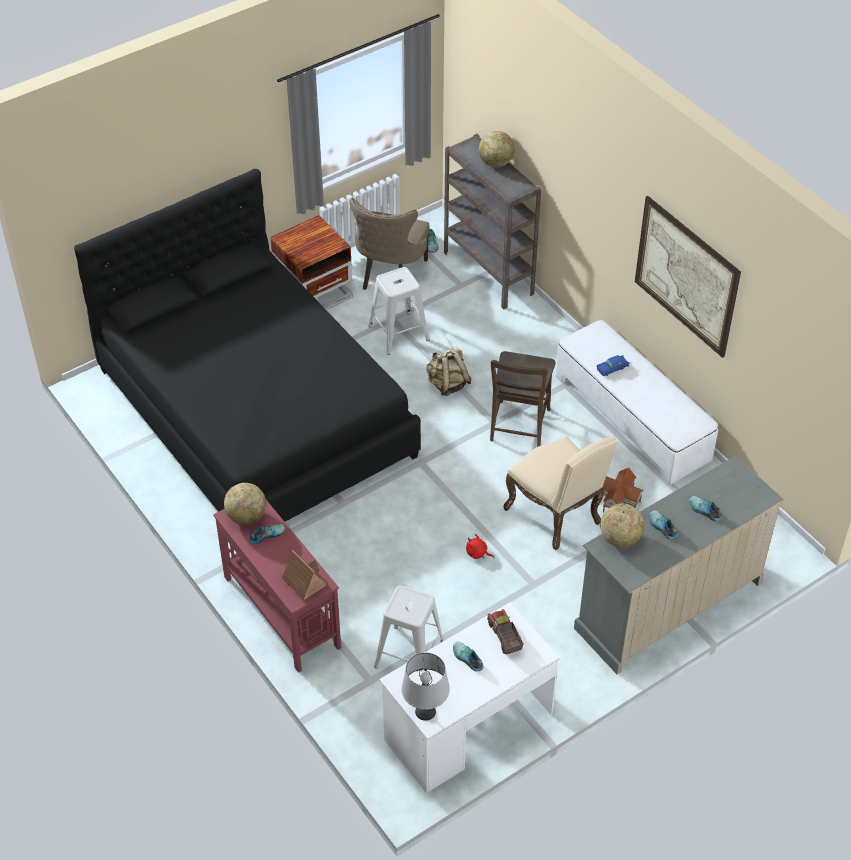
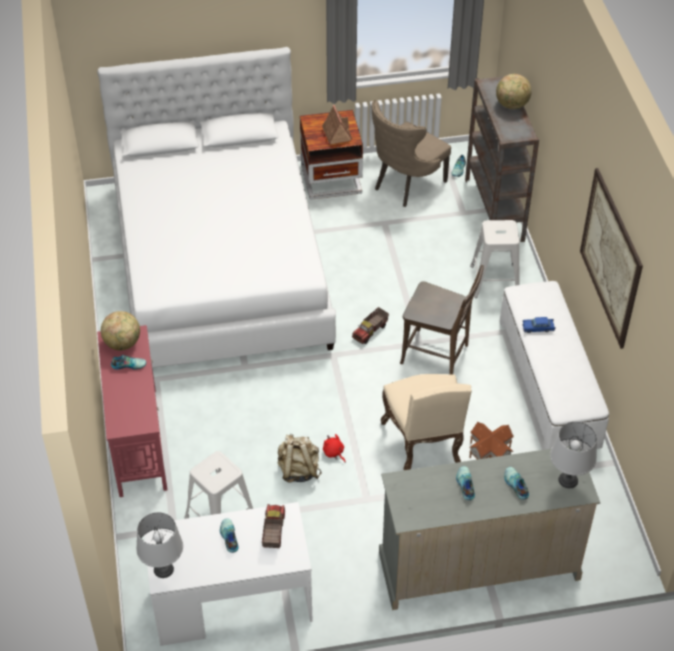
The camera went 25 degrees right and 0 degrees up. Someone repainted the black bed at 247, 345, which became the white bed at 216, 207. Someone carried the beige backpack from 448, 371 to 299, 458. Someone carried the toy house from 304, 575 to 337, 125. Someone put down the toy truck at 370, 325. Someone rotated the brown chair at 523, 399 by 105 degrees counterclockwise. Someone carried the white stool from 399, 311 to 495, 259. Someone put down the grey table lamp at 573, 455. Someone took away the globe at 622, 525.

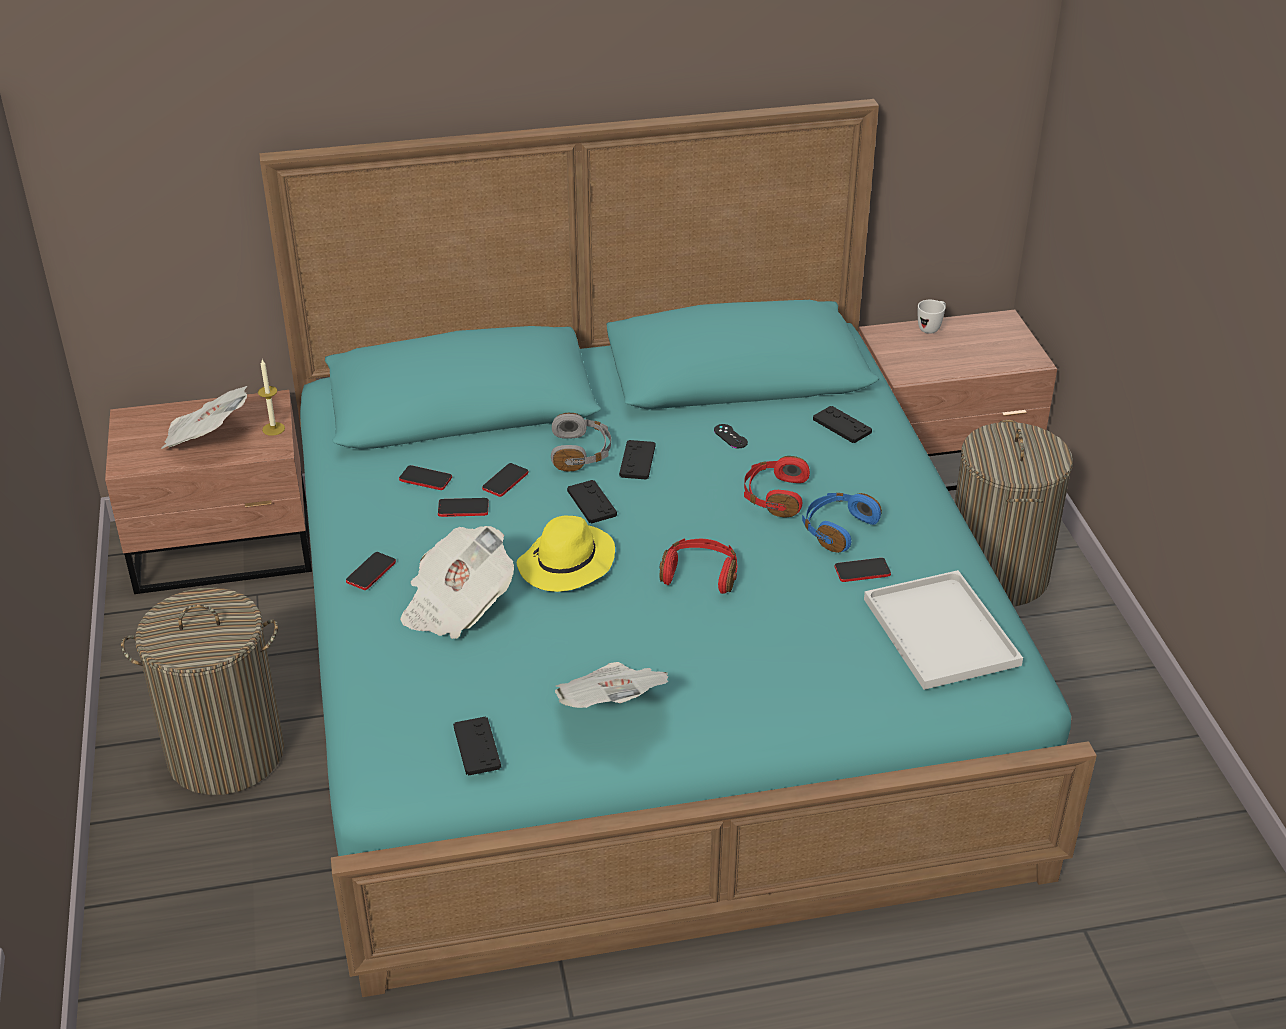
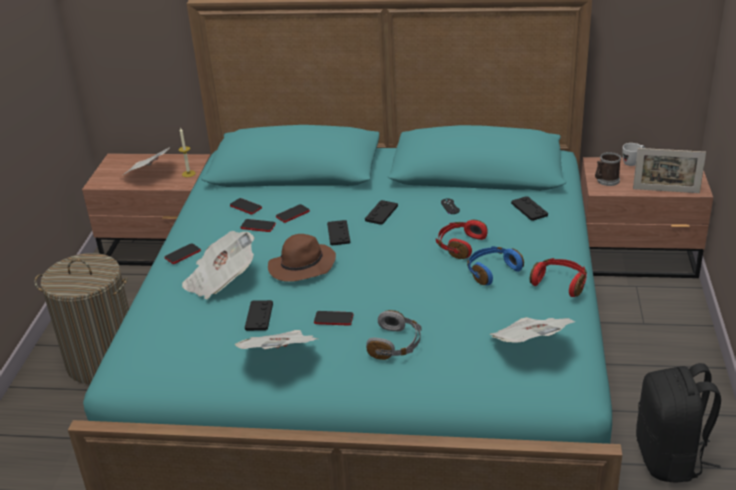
The camera went 20 degrees right and 5 degrees down. Someone carried the black game controller from 477, 746 to 259, 315. Someone repainted the yellow hat at 566, 553, which became the brown hat at 302, 258. Someone carried the phone from 863, 570 to 333, 318. Someone carried the grey headphones from 581, 442 to 394, 335. Someone swapped the white tray at 943, 630 for the newspaper at 532, 329. Someone carried the red headphones from 698, 566 to 558, 277. Someone put down the mug at 608, 169. Someone put down the picture frame at 669, 170. Someone put down the black backpack at 678, 423. Someone took away the laundry basket at 1014, 513.

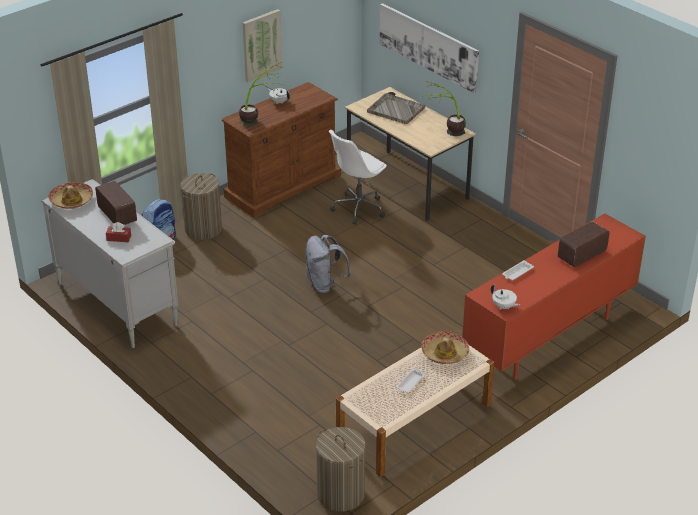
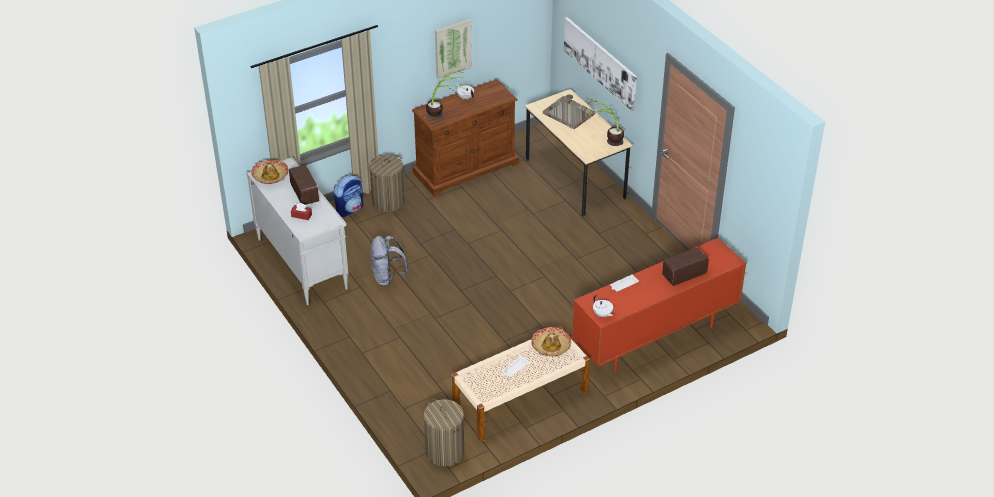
The camera went 10 degrees right and 5 degrees up. Someone carried the grey backpack from 328, 264 to 389, 261. Someone took away the white office chair at 358, 177.

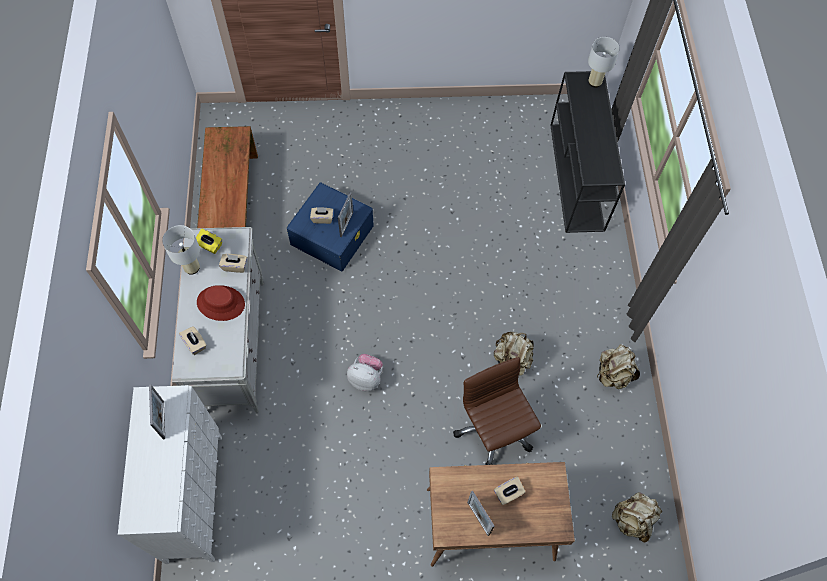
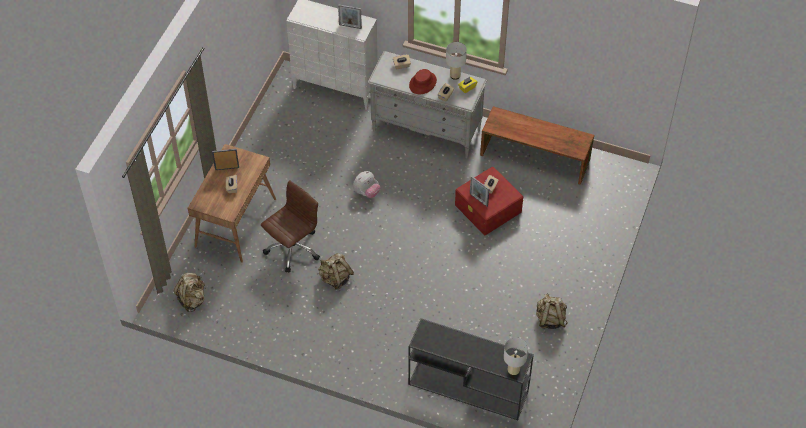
The camera went 115 degrees right and 10 degrees down. Someone rotated the brown office chair at 497, 411 by 45 degrees counterclockwise. Someone repainted the blue storage box at 330, 226, which became the red storage box at 489, 201. Someone carried the beige backpack from 618, 366 to 551, 311.

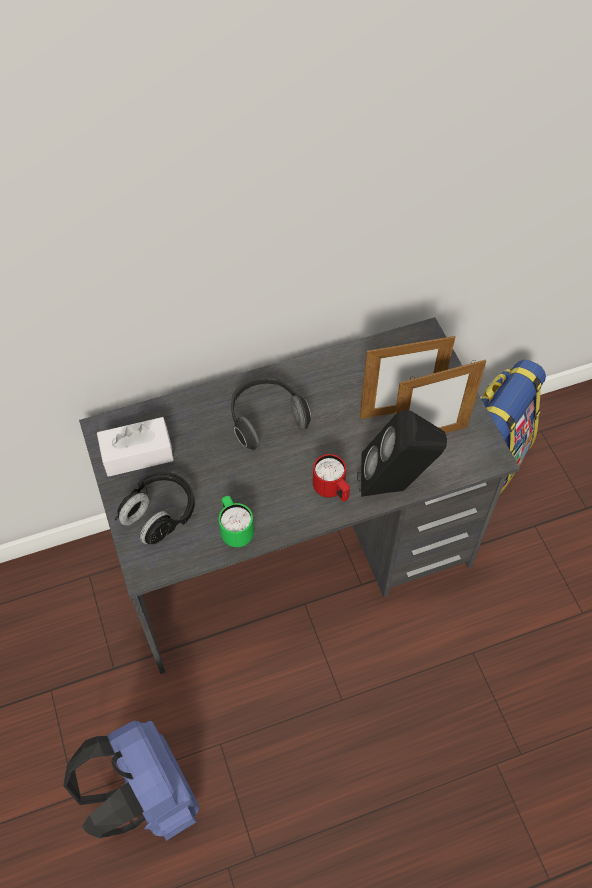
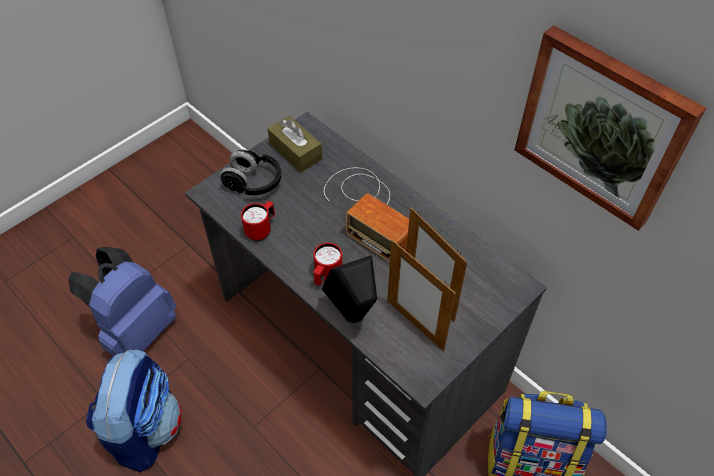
The camera went 65 degrees right and 5 degrees down. Someone put down the backpack at 134, 410. Someone repainted the green mug at 236, 521, which became the red mug at 258, 221. Someone repainted the white tissue box at 135, 447, which became the brown tissue box at 295, 144. Someone swapped the headphones at 271, 413 for the radio at 366, 214. Someone put up the picture at 610, 128.

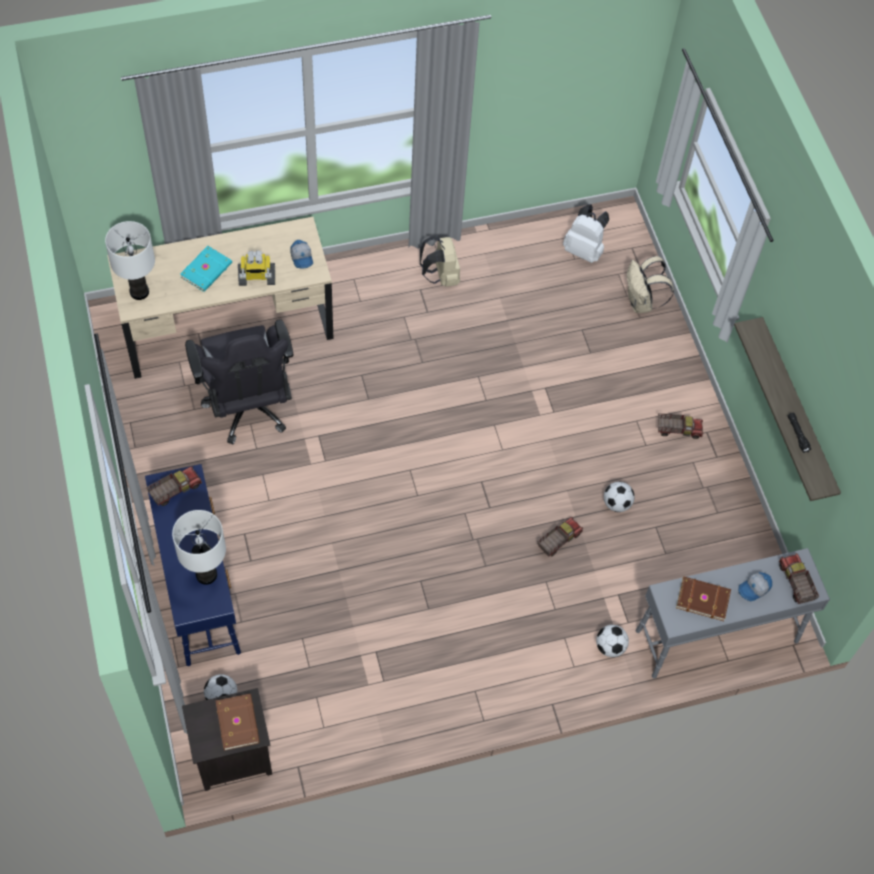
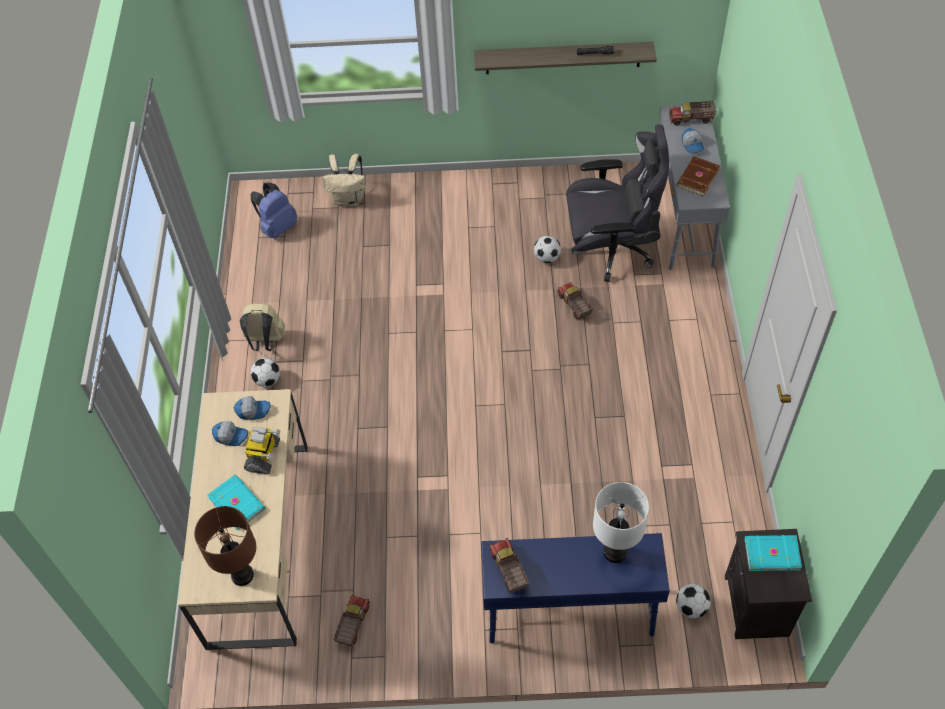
The camera went 70 degrees left and 5 degrees down. Someone repainted the white table lamp at 130, 260, which became the brown table lamp at 225, 546. Someone put down the cap at 230, 433. Someone repainted the white backpack at 586, 233, which became the blue backpack at 274, 210. Someone carried the football from 612, 641 to 265, 372. Someone carried the toy truck from 680, 426 to 351, 621. Someone carried the black office chair from 239, 381 to 617, 203. Someone repainted the brown book at 238, 722, which became the turquoise book at 773, 553.

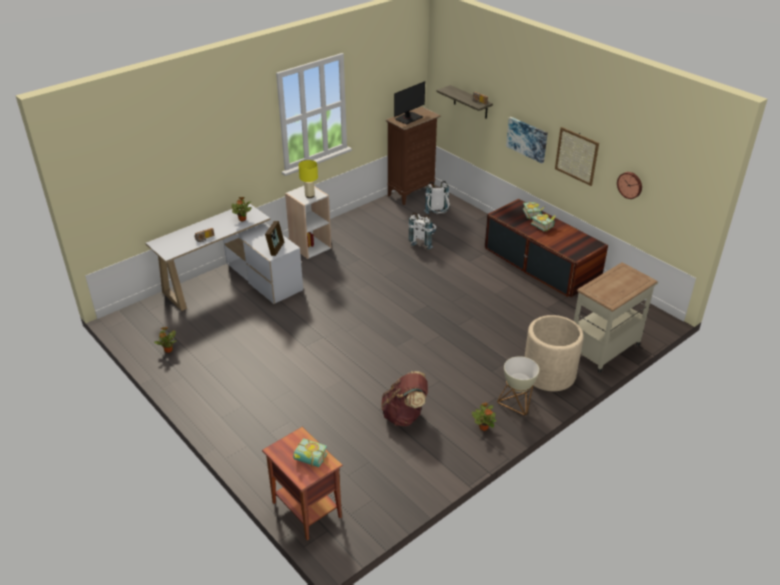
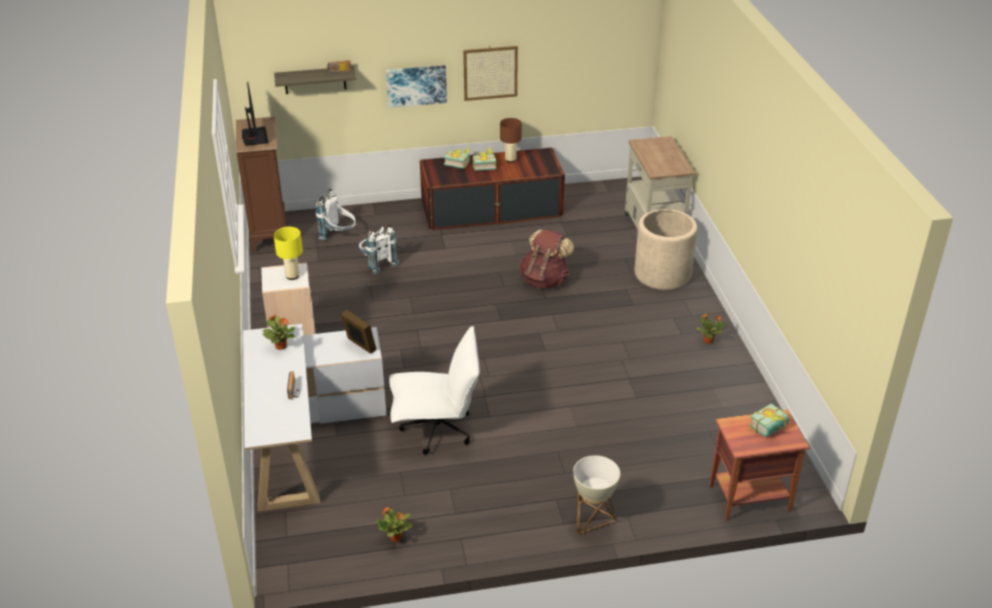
The camera went 60 degrees left and 0 degrees up. Someone put down the white office chair at 434, 390. Someone put down the brown table lamp at 511, 140. Someone carried the brown backpack from 404, 398 to 547, 258. Someone carried the planter from 518, 385 to 596, 494. Someone took away the wall clock at 629, 185.

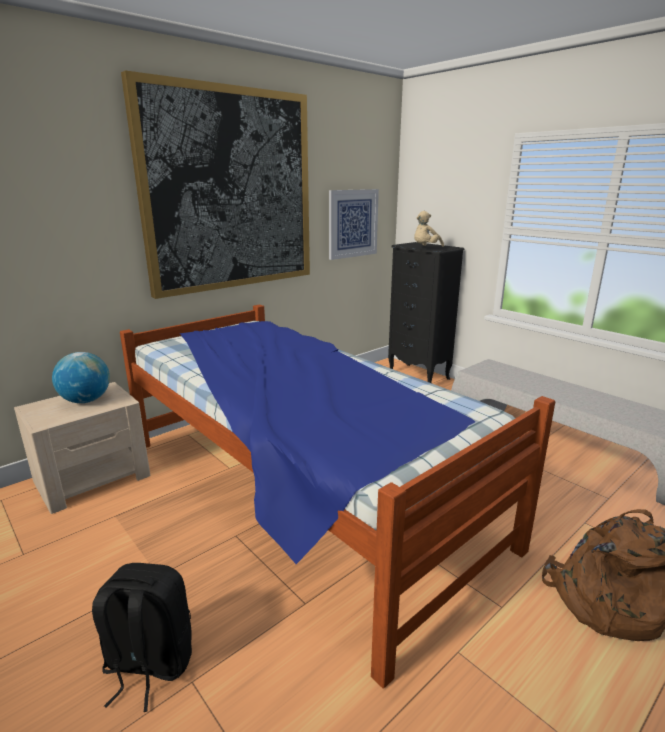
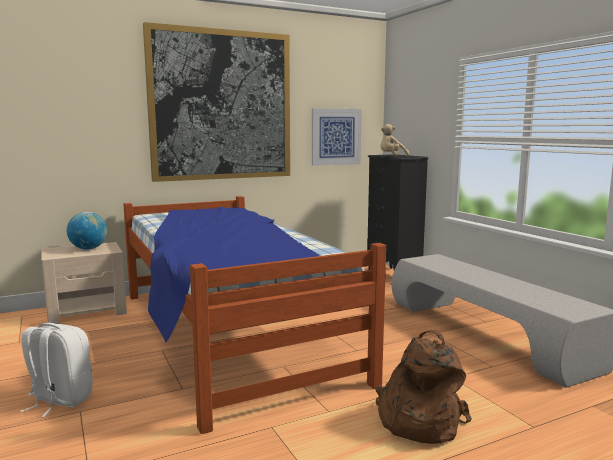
The camera went 15 degrees right and 10 degrees down. Someone repainted the black backpack at 142, 637, which became the white backpack at 57, 370.

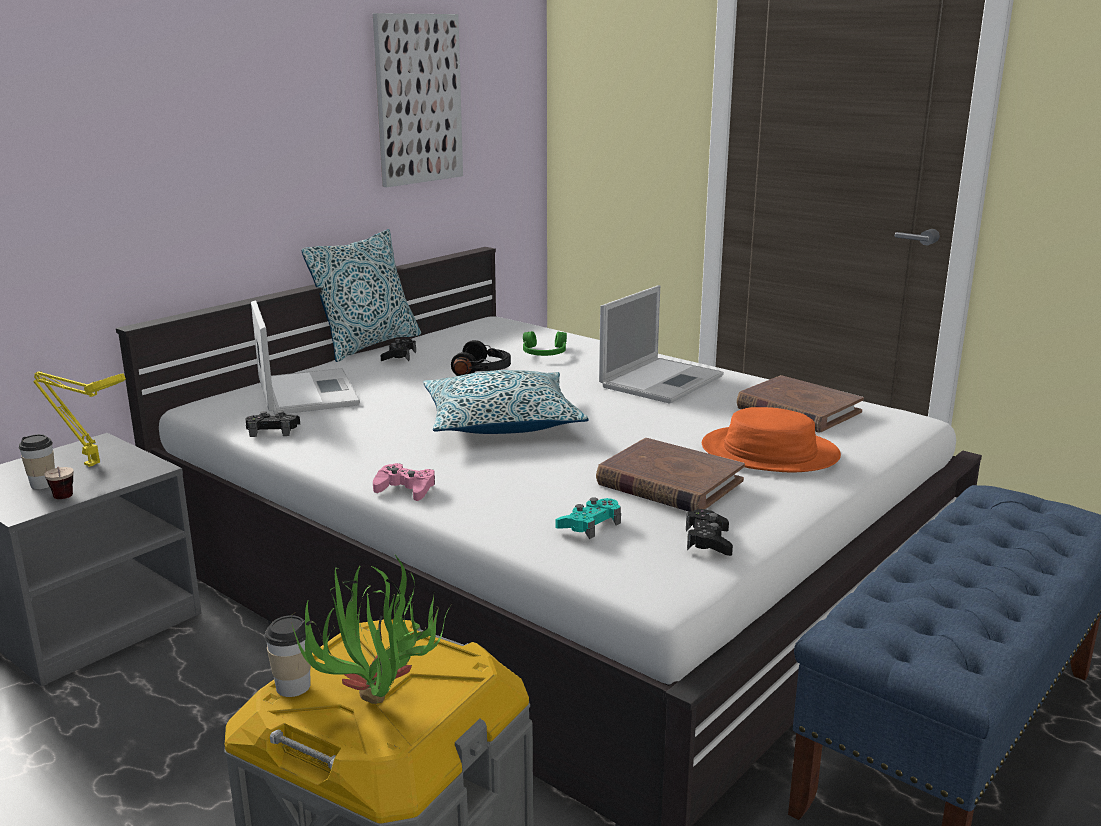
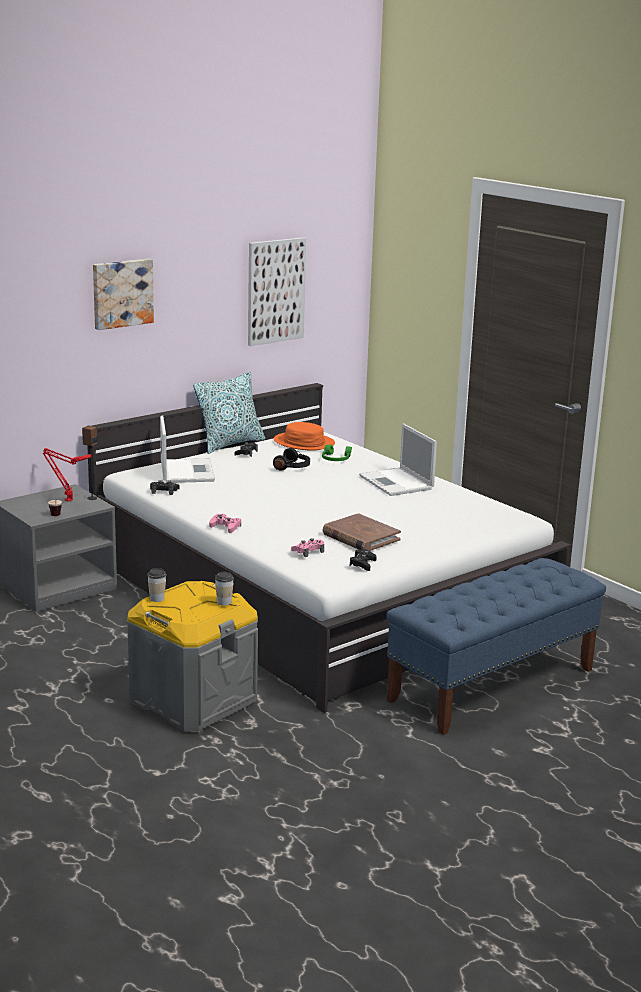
The camera went 10 degrees right and 0 degrees up. Someone repainted the yellow table lamp at 79, 419, which became the red table lamp at 67, 475. Someone put down the speaker at 89, 462. Someone put up the picture at 123, 294. Someone carried the cup from 37, 461 to 224, 589. Someone carried the orange hat from 771, 439 to 304, 436. Someone repainted the turquoise game controller at 588, 518, which became the pink game controller at 307, 547. Someone rotated the laptop at 661, 344 by 105 degrees clockwise. Someone took away the potted plant at 370, 629. Someone took away the pillow at 506, 402. Someone took away the brown book at 800, 403.

